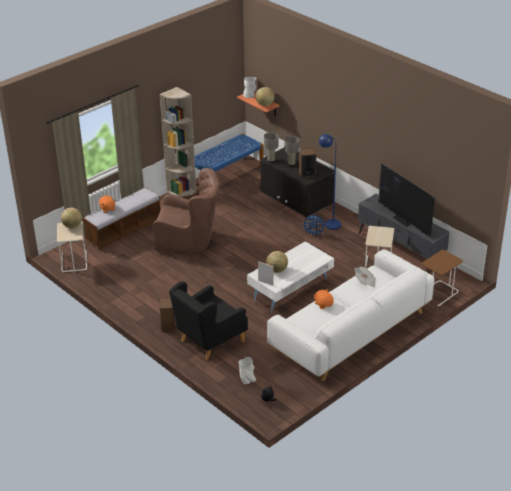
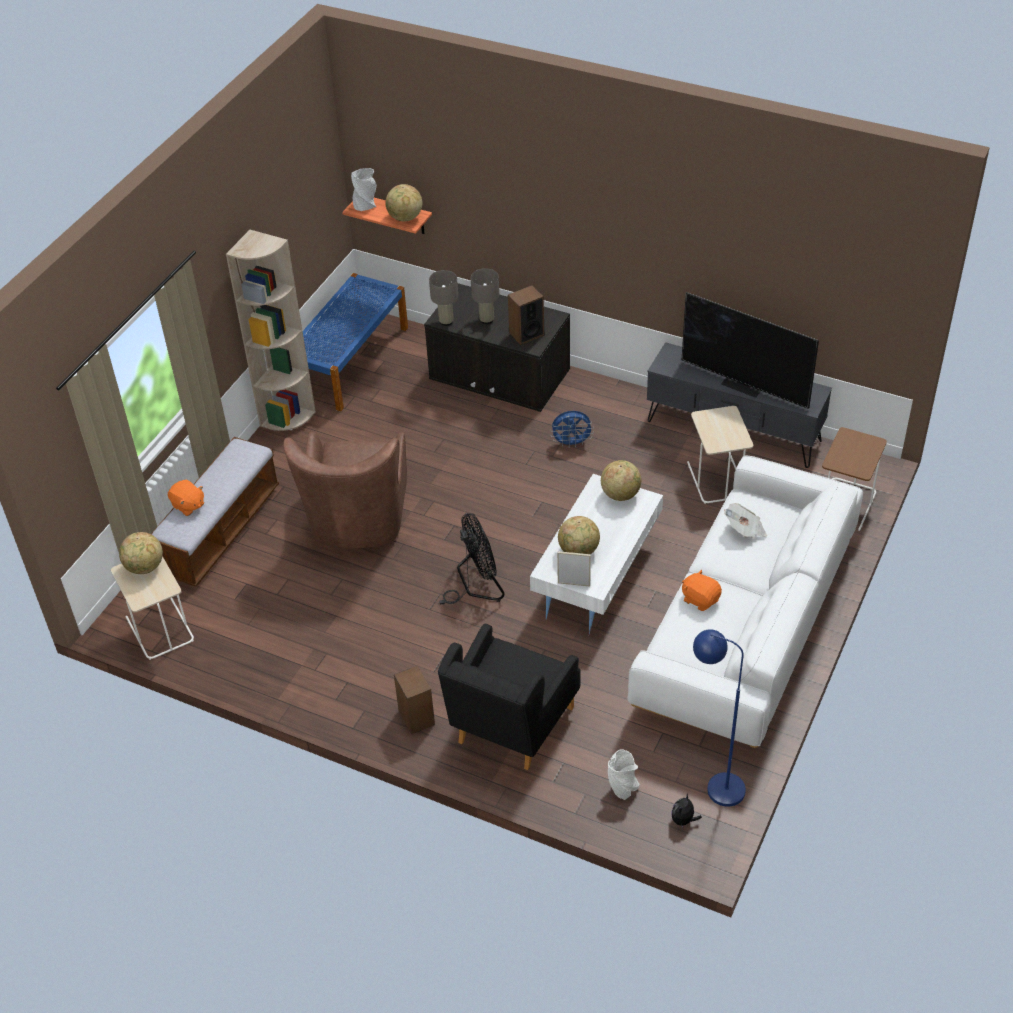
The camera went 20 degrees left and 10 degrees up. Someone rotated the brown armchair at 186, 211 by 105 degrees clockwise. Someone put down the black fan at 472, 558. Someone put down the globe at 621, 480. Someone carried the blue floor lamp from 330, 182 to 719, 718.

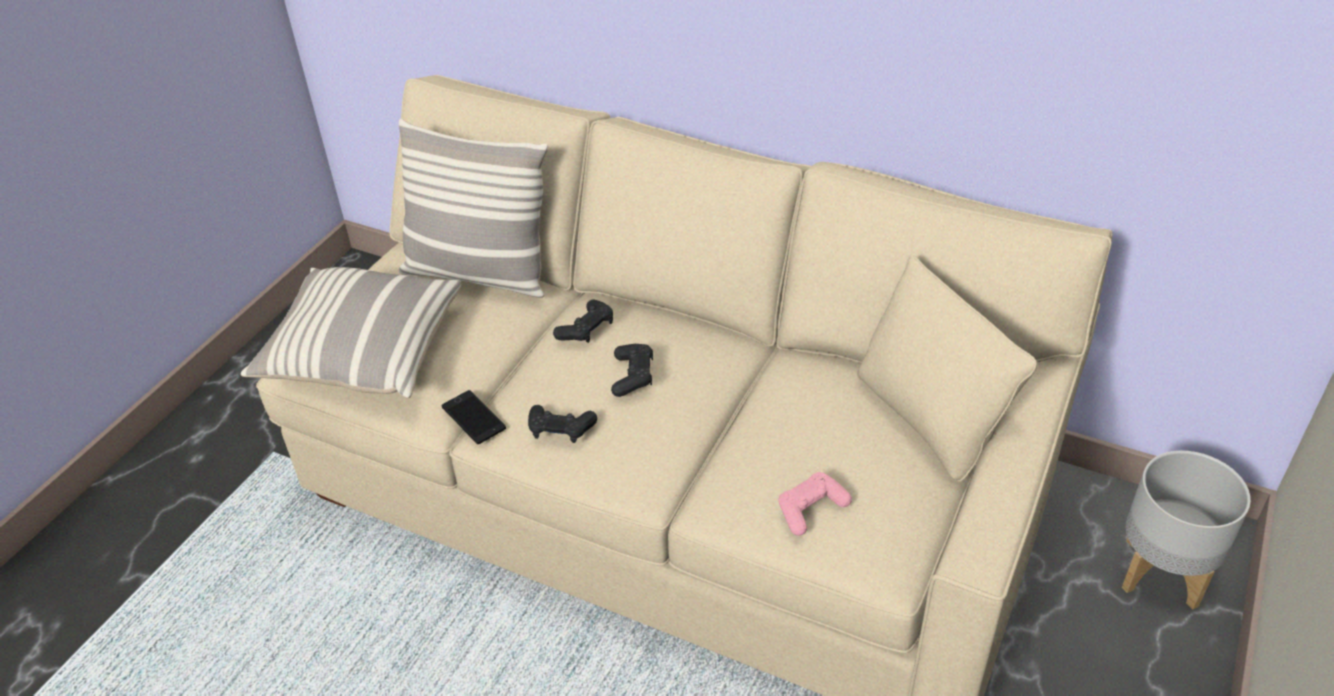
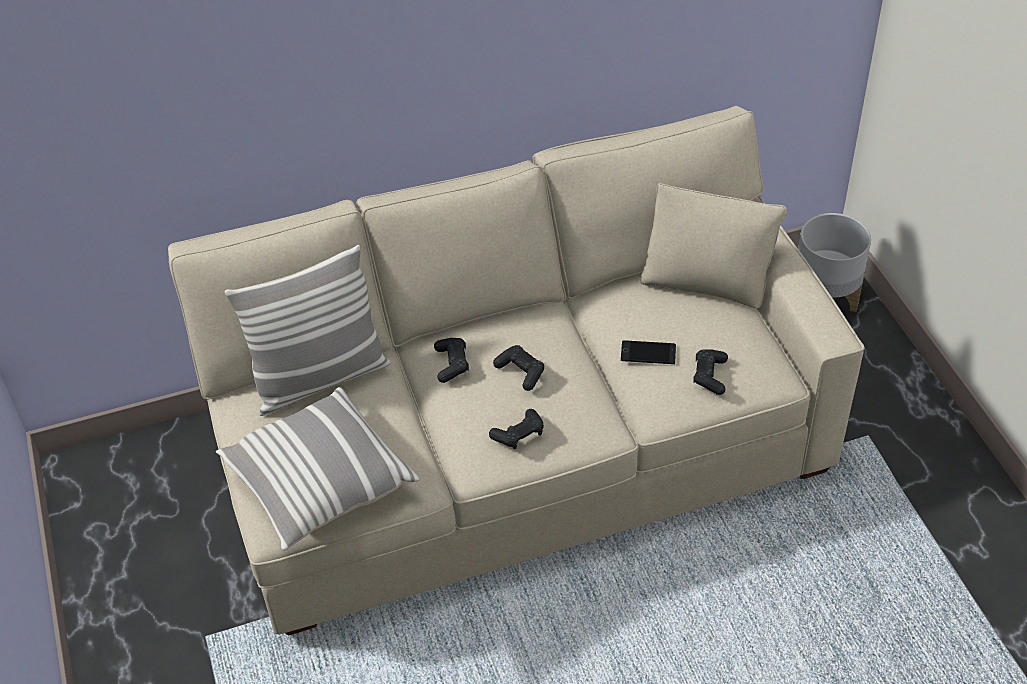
The camera went 45 degrees left and 5 degrees up. Someone carried the phone from 473, 417 to 648, 352. Someone repainted the pink game controller at 815, 504, which became the black game controller at 710, 372.

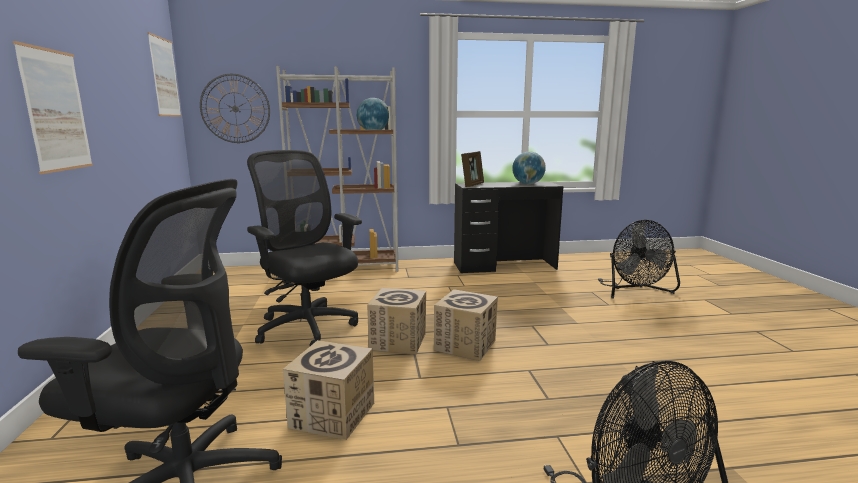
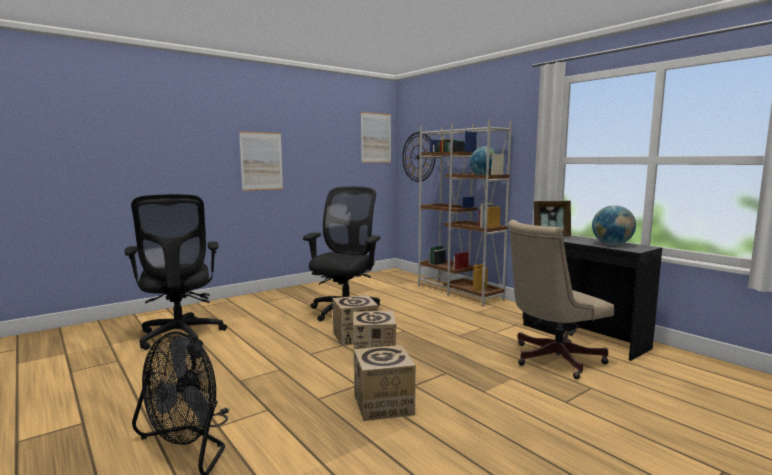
The camera went 60 degrees right and 5 degrees down. Someone carried the cardboard box from 328, 390 to 385, 383. Someone put down the beige office chair at 561, 299. Someone took away the black fan at 639, 259.

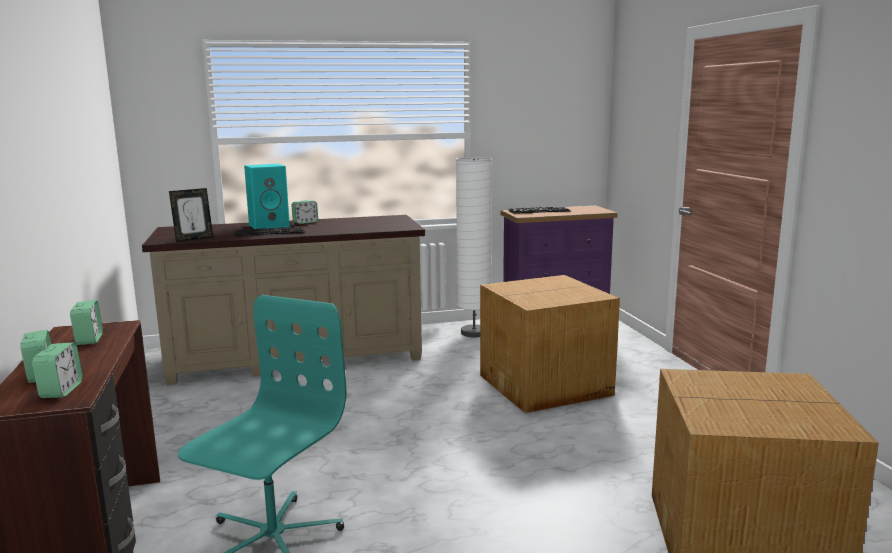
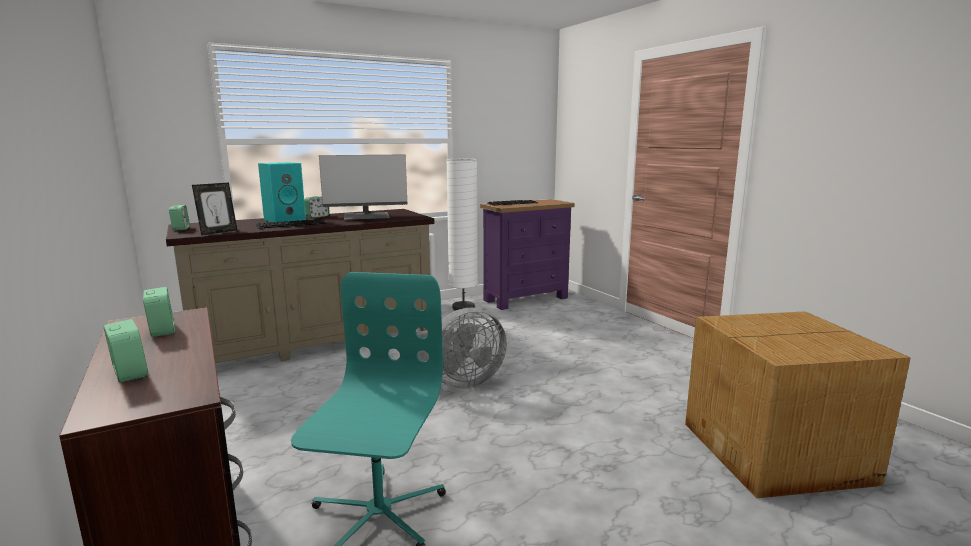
The camera went 15 degrees left and 0 degrees up. Someone carried the alarm clock from 57, 370 to 179, 217. Someone put down the monitor at 363, 187. Someone put down the grey fan at 461, 348. Someone took away the cardboard box at 550, 344.

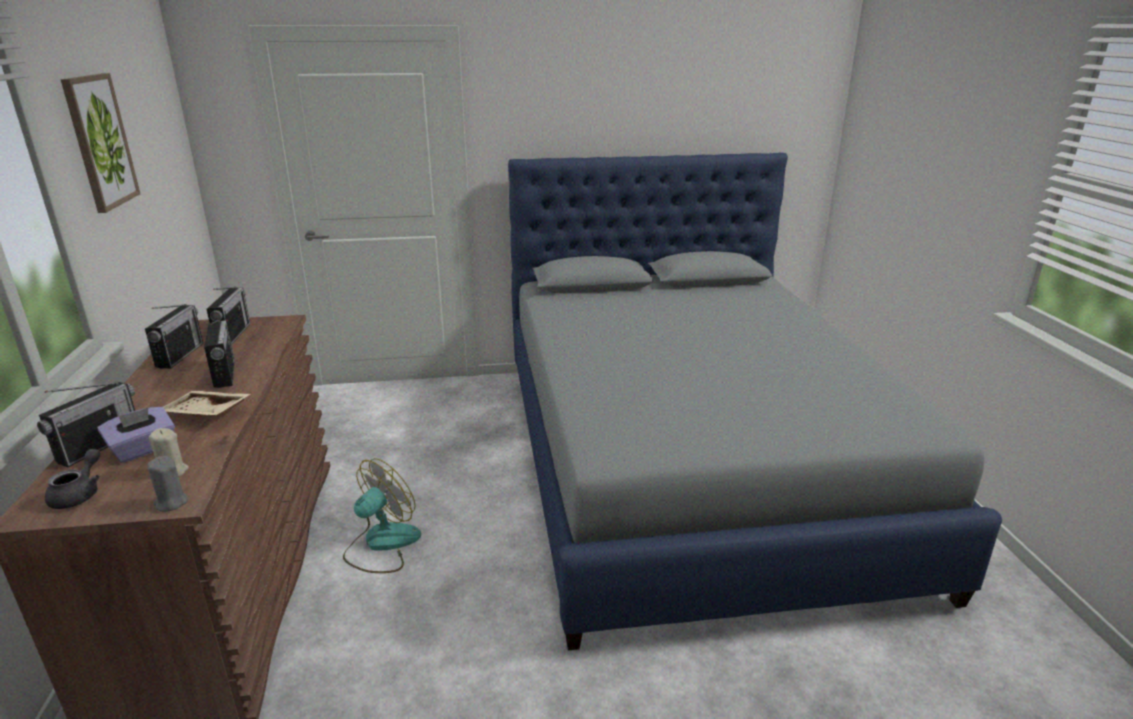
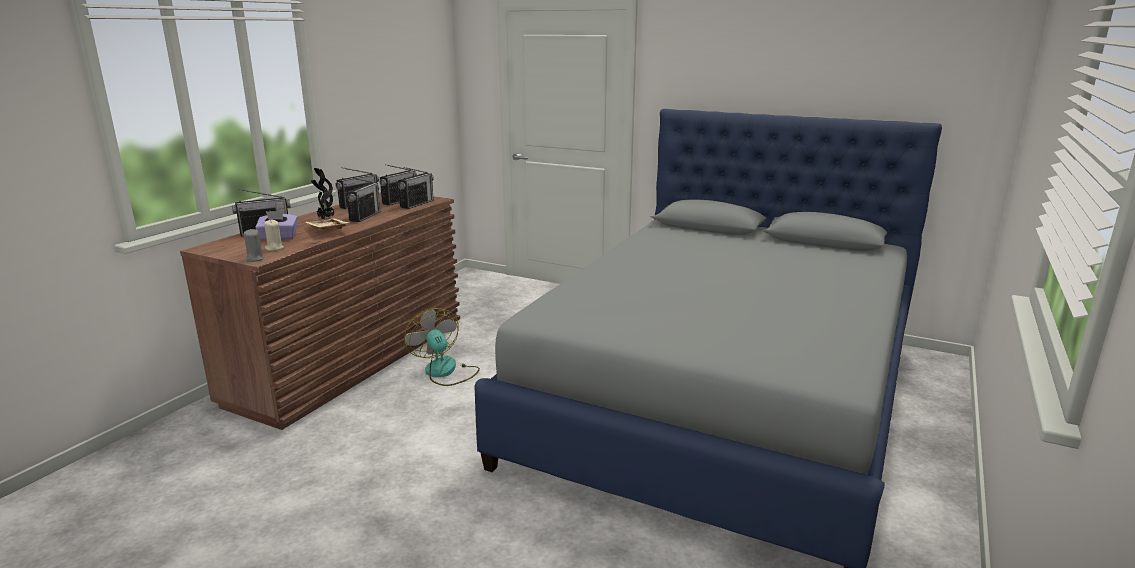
The camera went 35 degrees right and 5 degrees down. Someone put down the potted plant at 322, 193. Someone put down the radio at 416, 188. Someone rotated the fan at 382, 515 by 105 degrees counterclockwise. Someone took away the grey teapot at 72, 479. Someone took away the picture at 100, 143.

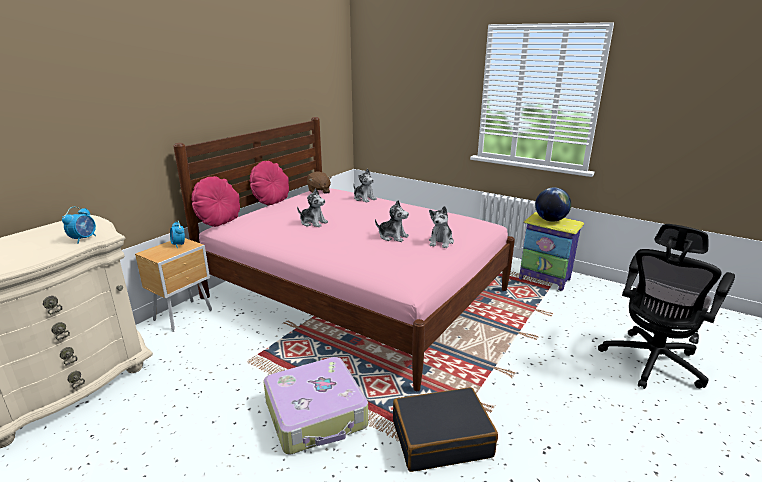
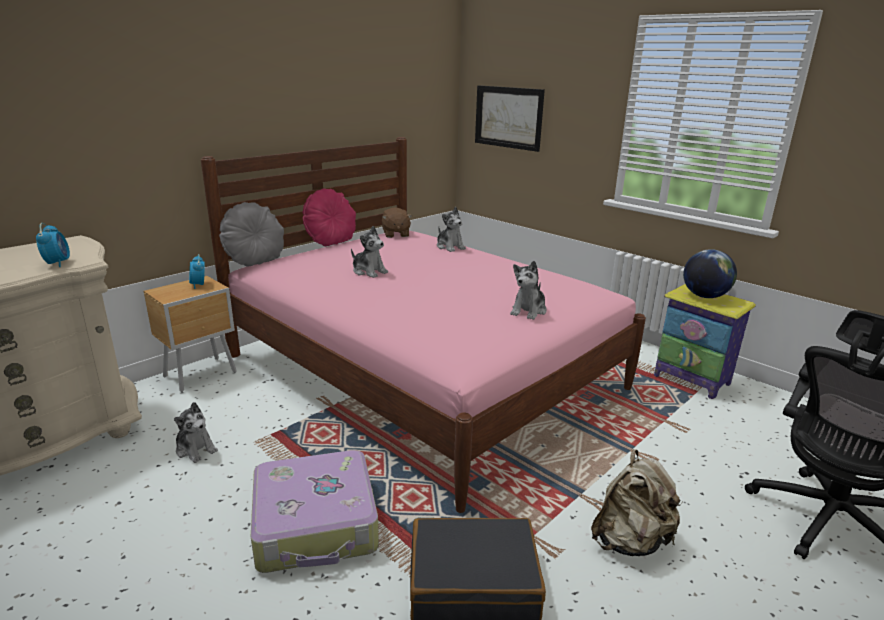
The camera went 10 degrees right and 0 degrees up. Someone rotated the alarm clock at 79, 225 by 45 degrees counterclockwise. Someone carried the plush toy from 392, 221 to 196, 432. Someone repainted the pink pillow at 216, 201, which became the grey pillow at 251, 234. Someone put up the picture at 510, 118. Someone put down the beige backpack at 637, 502.

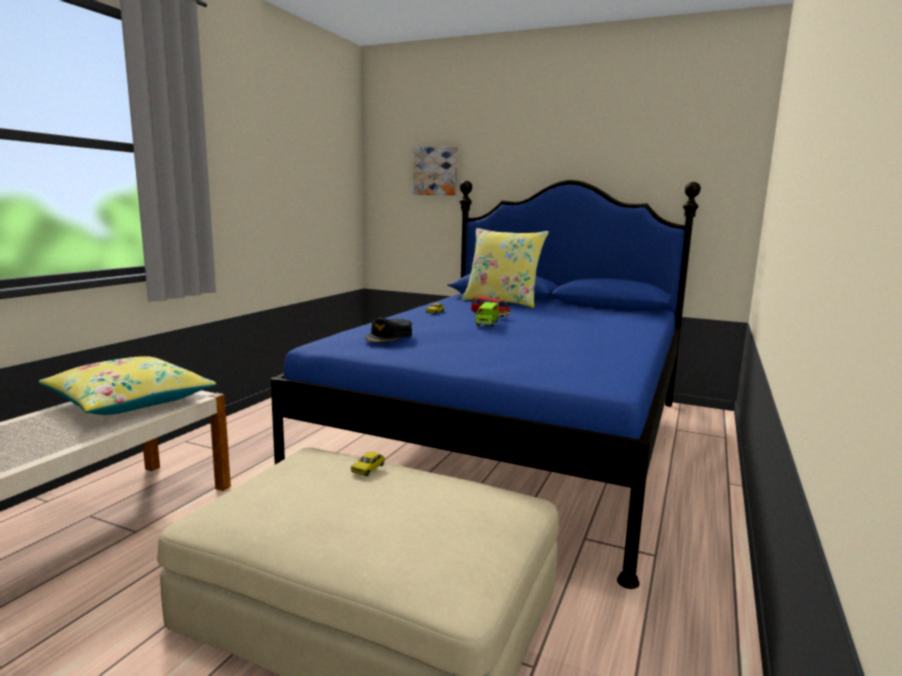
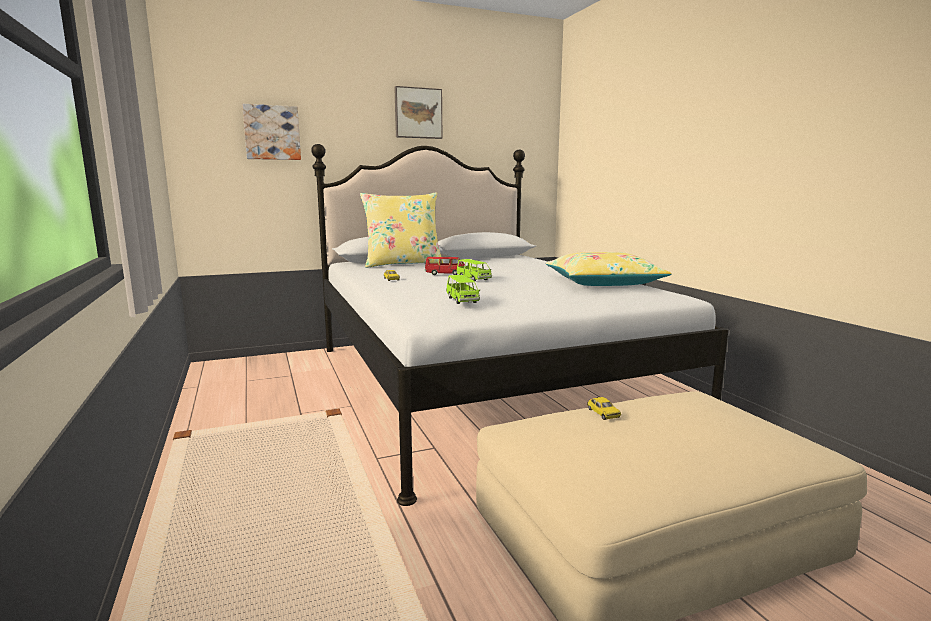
The camera went 45 degrees left and 0 degrees up. Someone repainted the blue bed at 486, 384, which became the white bed at 520, 325. Someone put up the picture at 418, 112. Someone swapped the black cap at 388, 330 for the green toy car at 463, 289. Someone carried the yellow pillow from 127, 385 to 609, 269.

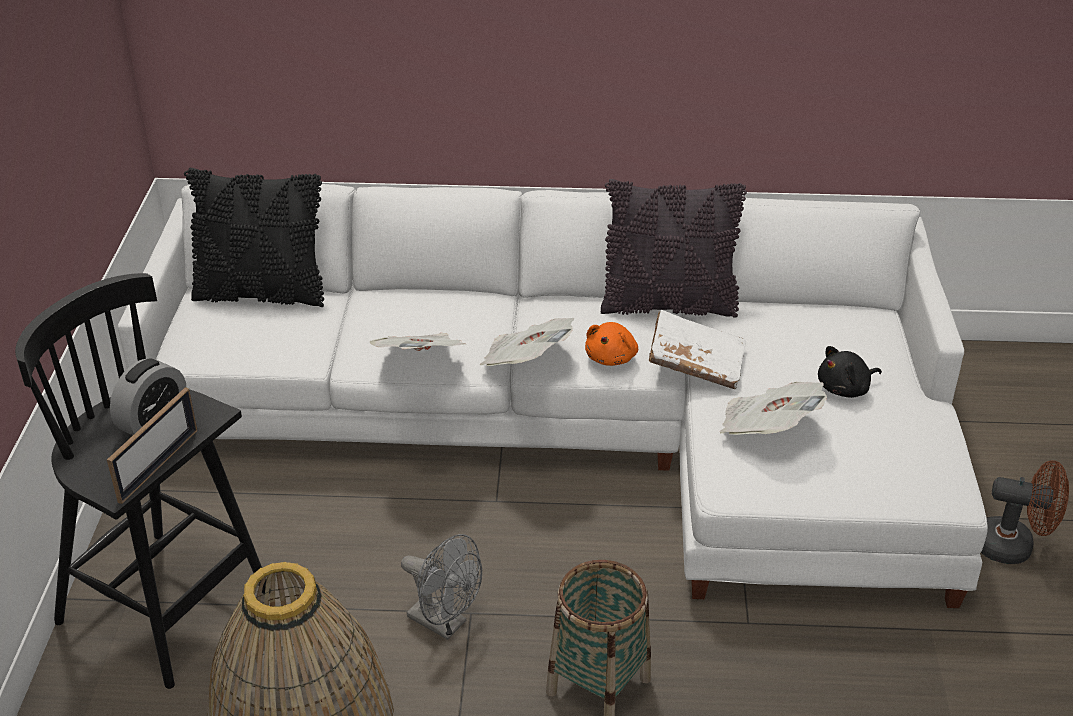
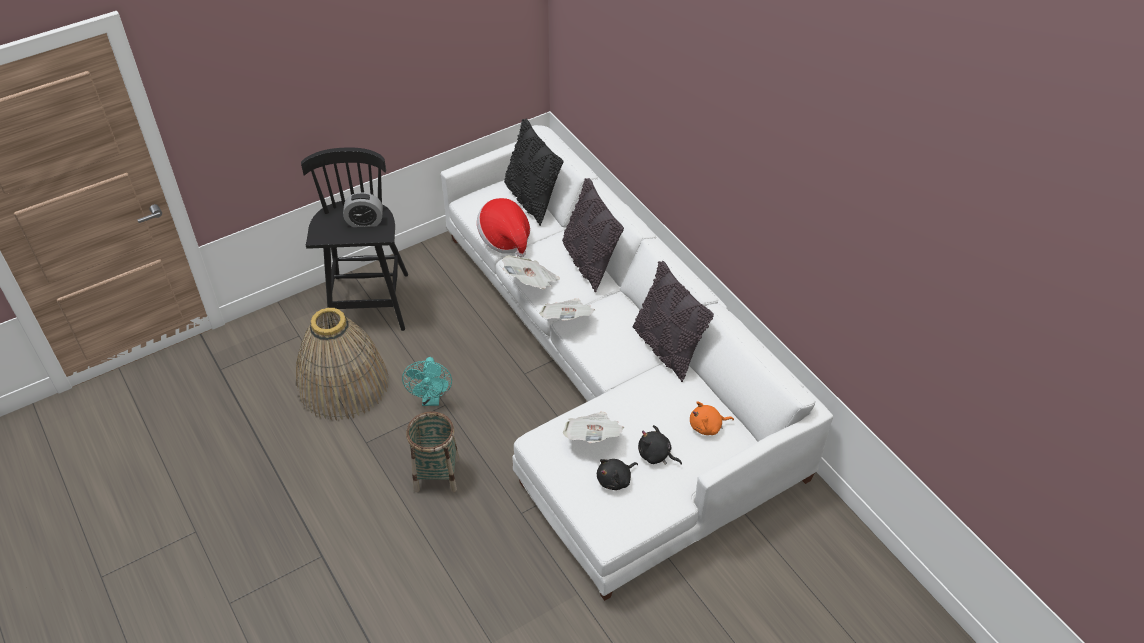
The camera went 55 degrees right and 10 degrees up. Someone repainted the grey fan at 441, 587, which became the turquoise fan at 427, 381. Someone put down the hat at 503, 227. Someone put down the black pillow at 593, 235. Someone put down the black plush toy at 617, 474. Someone carried the orange plush toy from 611, 344 to 712, 418. Someone took away the picture frame at 152, 445. Someone took away the white book at 697, 349. Someone took away the brown fan at 1025, 512.

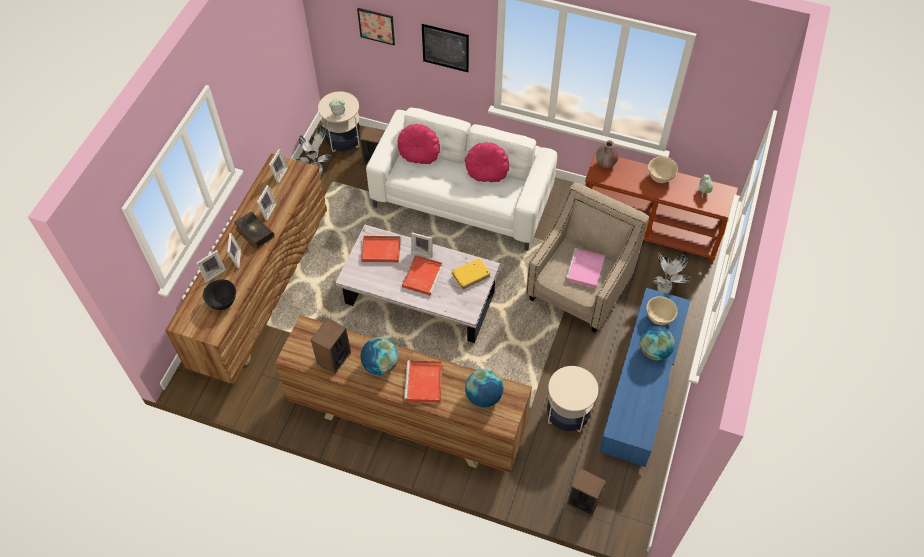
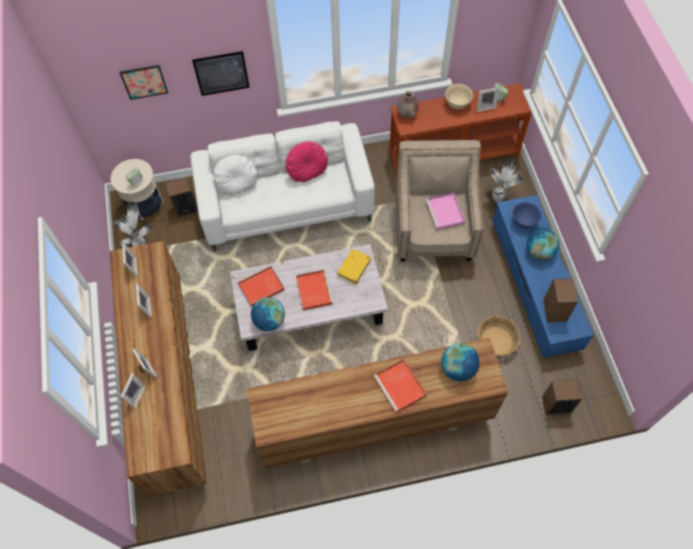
The camera went 30 degrees left and 5 degrees up. Someone repainted the pink pillow at 419, 144, which became the white pillow at 235, 175. Someone carried the globe from 379, 356 to 268, 314. Someone carried the picture frame from 422, 245 to 488, 99. Someone swapped the beige side table at 572, 399 for the basket at 499, 336. Someone repainted the beige bowl at 662, 310, which became the blue bowl at 527, 215. Someone carried the speaker from 331, 346 to 560, 300. Someone took away the black bowl at 219, 295. Someone took away the book at 254, 230.

